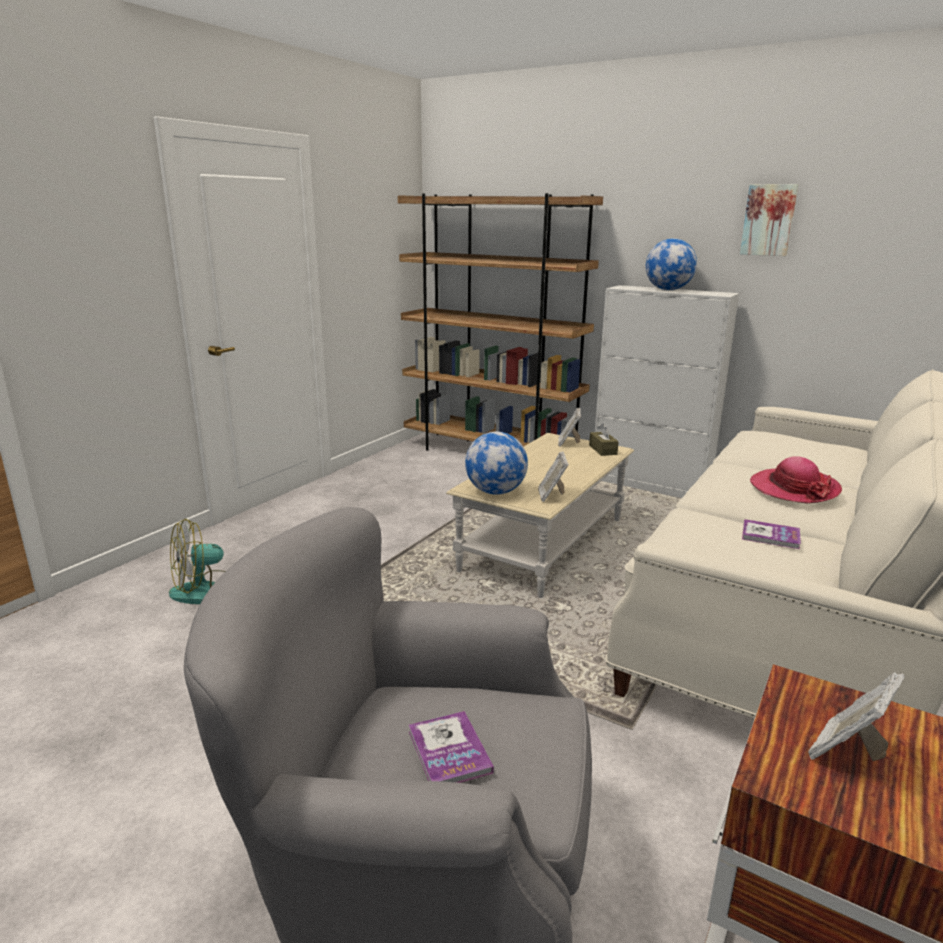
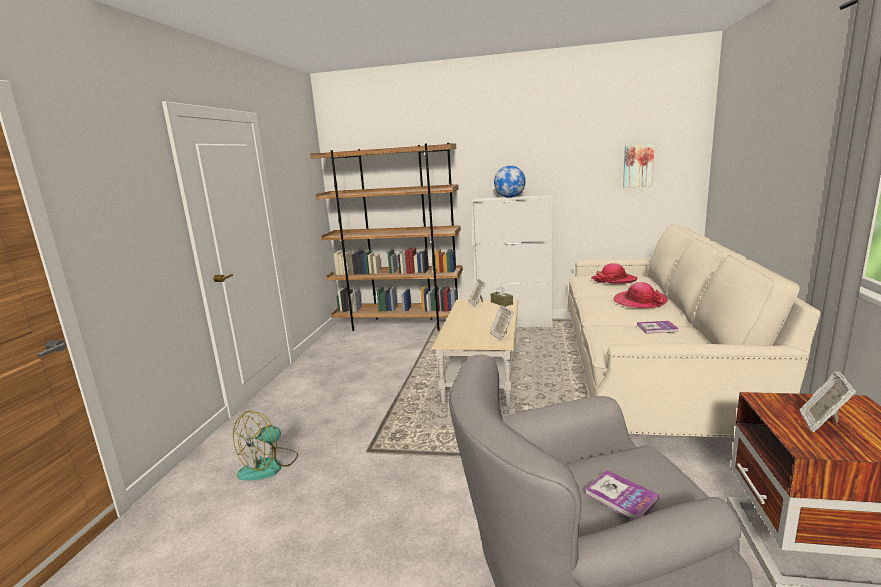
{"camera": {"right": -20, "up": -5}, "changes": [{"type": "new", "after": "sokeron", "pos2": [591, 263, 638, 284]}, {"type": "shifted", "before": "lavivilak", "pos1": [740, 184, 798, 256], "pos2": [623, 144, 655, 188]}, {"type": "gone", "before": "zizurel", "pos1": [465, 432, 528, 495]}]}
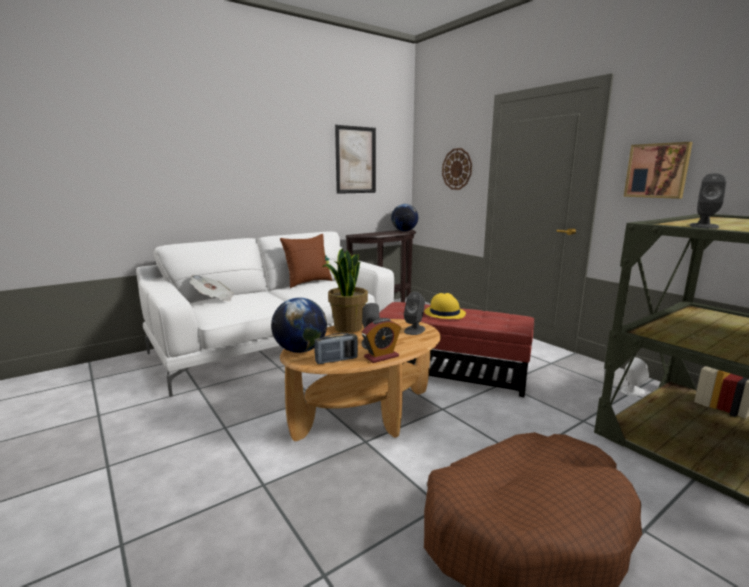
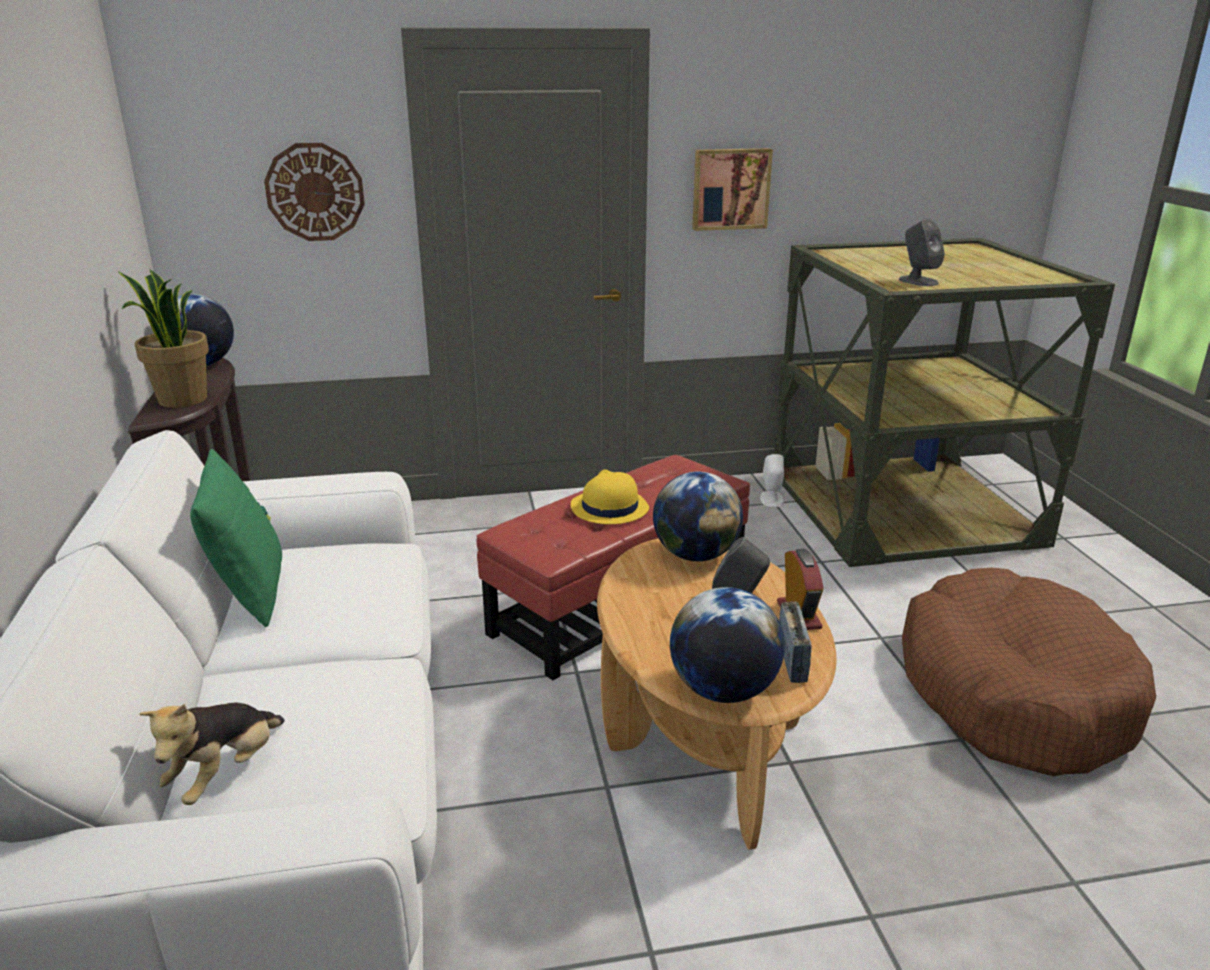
{"camera": {"right": -65, "up": 10}, "changes": [{"type": "shifted", "before": "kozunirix", "pos1": [322, 248, 368, 333], "pos2": [118, 270, 209, 408]}, {"type": "swapped", "before": "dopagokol", "after": "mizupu", "pos1": [190, 275, 234, 301], "pos2": [139, 702, 285, 805]}, {"type": "repainted", "before": "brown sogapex", "after": "green sogapex", "pos1": [280, 234, 332, 288], "pos2": [190, 449, 282, 627]}, {"type": "swapped", "before": "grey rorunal", "after": "zizurel", "pos1": [404, 292, 425, 335], "pos2": [653, 472, 743, 561]}, {"type": "gone", "before": "lavivilak", "pos1": [335, 125, 376, 194]}]}
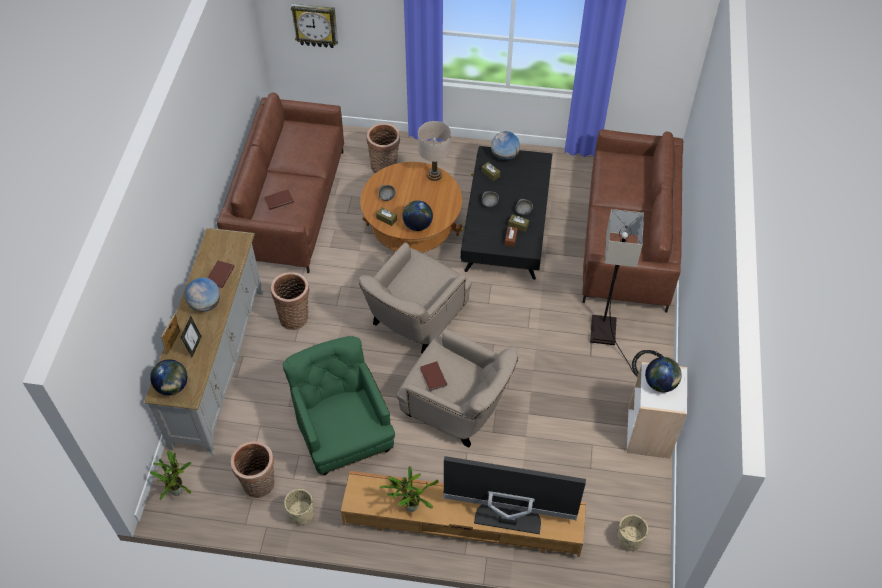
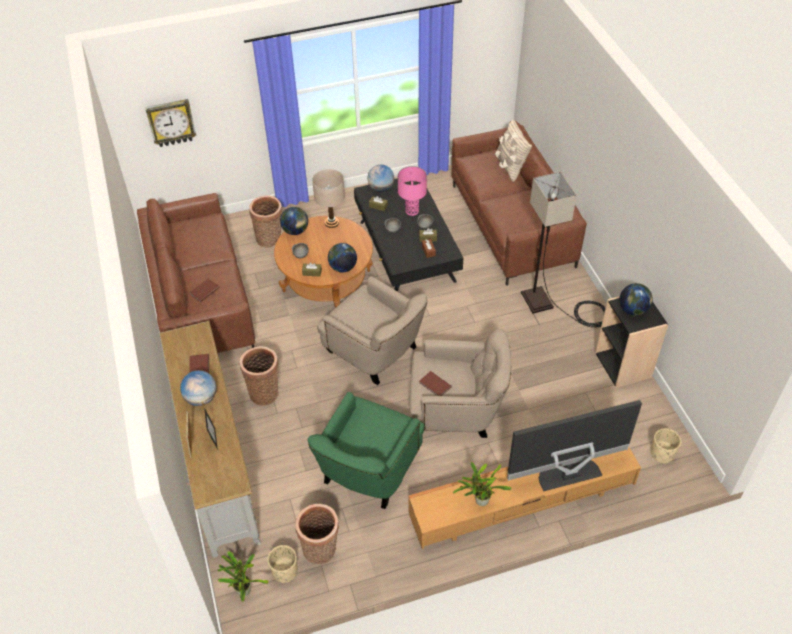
{"camera": {"right": -25, "up": -5}, "changes": [{"type": "shifted", "before": "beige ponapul", "pos1": [284, 489, 314, 525], "pos2": [268, 545, 298, 583]}, {"type": "shifted", "before": "zizurel", "pos1": [150, 359, 187, 395], "pos2": [280, 207, 308, 235]}, {"type": "rotated", "before": "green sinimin", "pos1": [283, 336, 395, 475], "pos2": [308, 392, 425, 509], "turn": -105}, {"type": "rotated", "before": "beige sinimin", "pos1": [359, 243, 472, 353], "pos2": [317, 276, 427, 385], "turn": -60}, {"type": "new", "after": "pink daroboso", "pos2": [398, 166, 427, 216]}, {"type": "new", "after": "beige sogapex", "pos2": [495, 120, 532, 182]}, {"type": "repainted", "before": "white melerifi", "after": "black melerifi", "pos1": [626, 362, 687, 459], "pos2": [595, 296, 668, 388]}]}
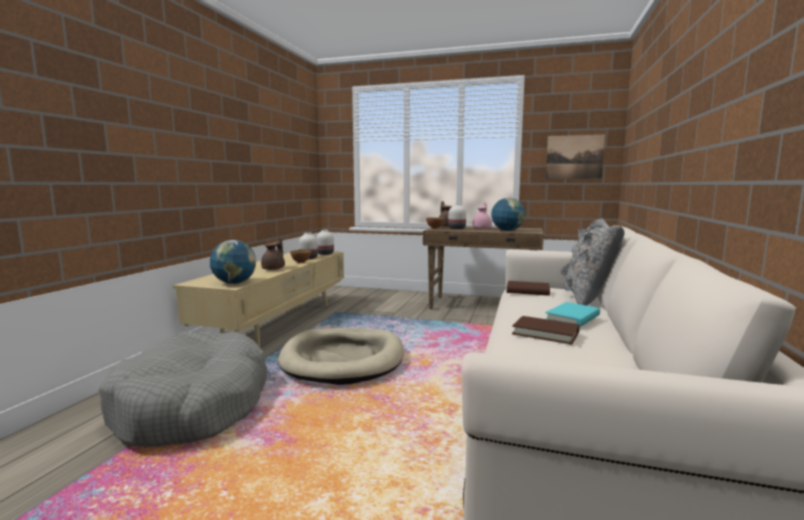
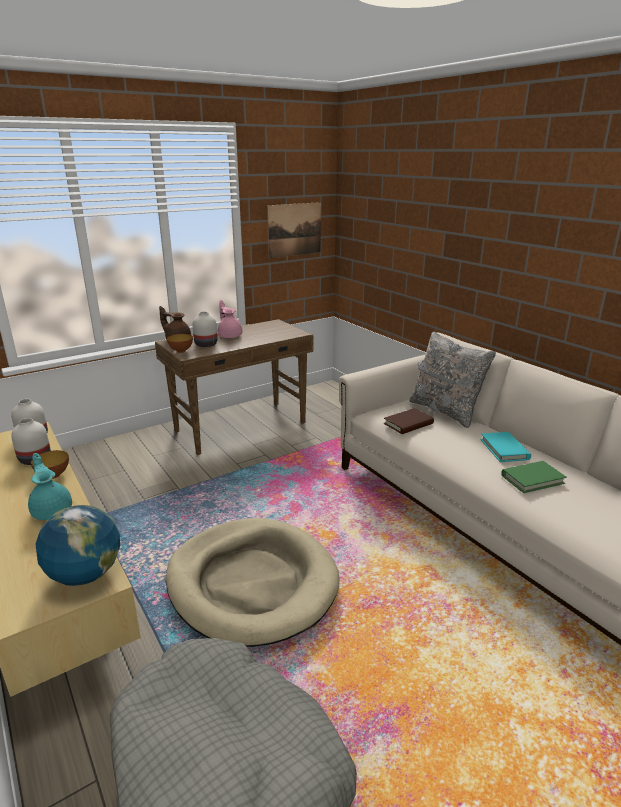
{"camera": {"right": -50, "up": 15}, "changes": [{"type": "repainted", "before": "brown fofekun", "after": "turquoise fofekun", "pos1": [261, 236, 285, 270], "pos2": [28, 453, 72, 520]}, {"type": "repainted", "before": "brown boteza", "after": "green boteza", "pos1": [512, 316, 580, 344], "pos2": [501, 461, 567, 493]}, {"type": "gone", "before": "zizurel", "pos1": [491, 198, 525, 231]}]}
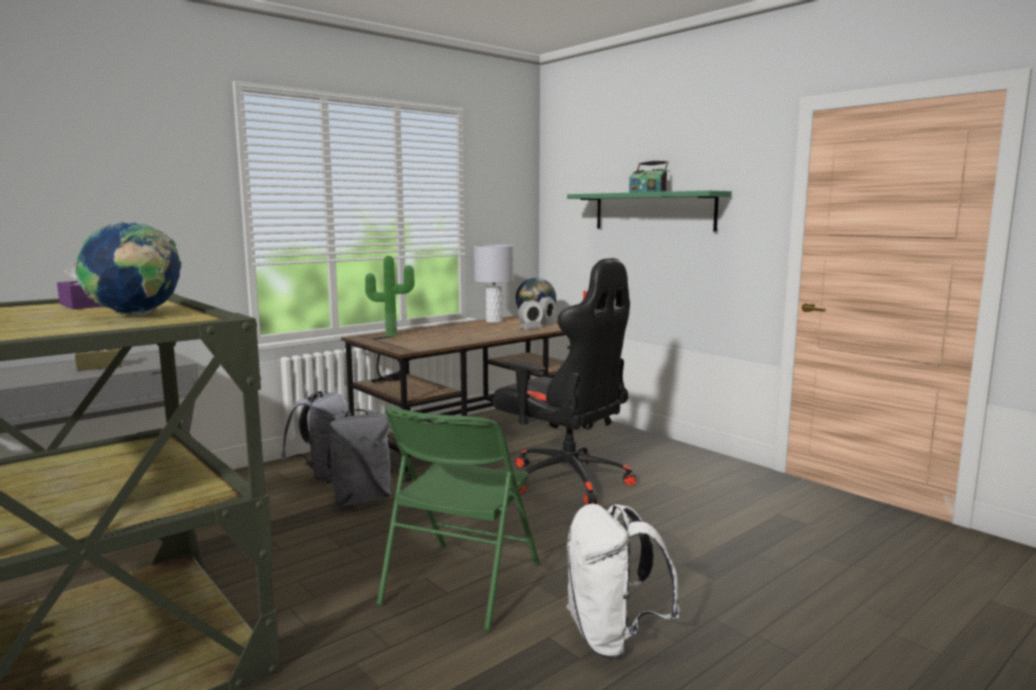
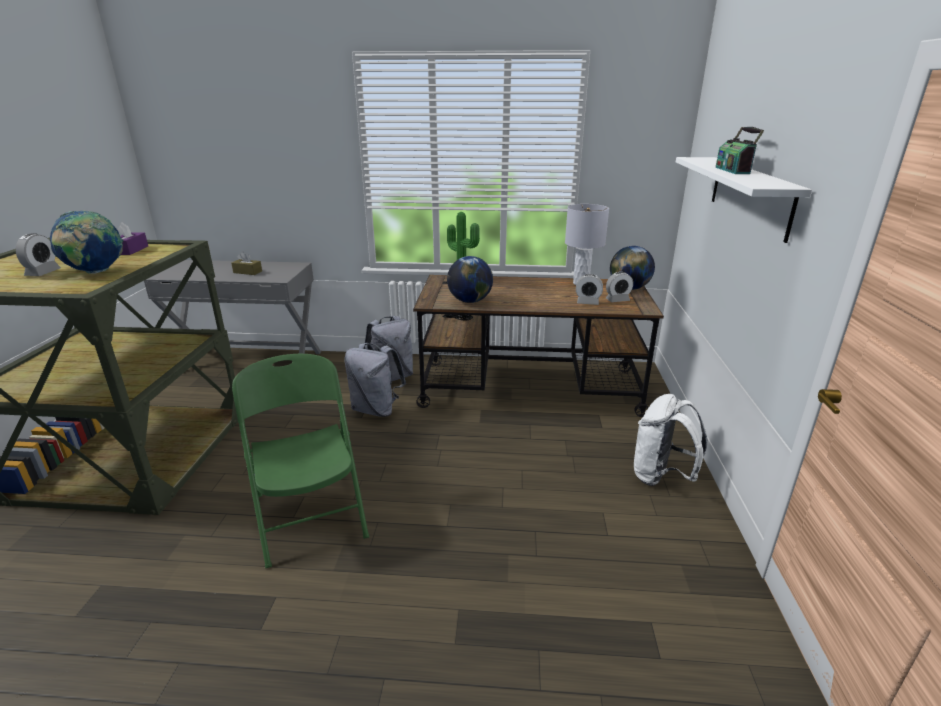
{"camera": {"right": 45, "up": 15}, "changes": [{"type": "new", "after": "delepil", "pos2": [16, 233, 61, 276]}, {"type": "rotated", "before": "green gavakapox", "pos1": [376, 407, 540, 632], "pos2": [232, 354, 369, 568], "turn": 90}, {"type": "new", "after": "zizurel", "pos2": [447, 256, 493, 303]}, {"type": "shifted", "before": "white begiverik", "pos1": [566, 504, 680, 659], "pos2": [634, 394, 708, 486]}, {"type": "repainted", "before": "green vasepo", "after": "white vasepo", "pos1": [567, 190, 732, 232], "pos2": [676, 157, 812, 243]}, {"type": "gone", "before": "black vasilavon", "pos1": [493, 258, 637, 505]}]}
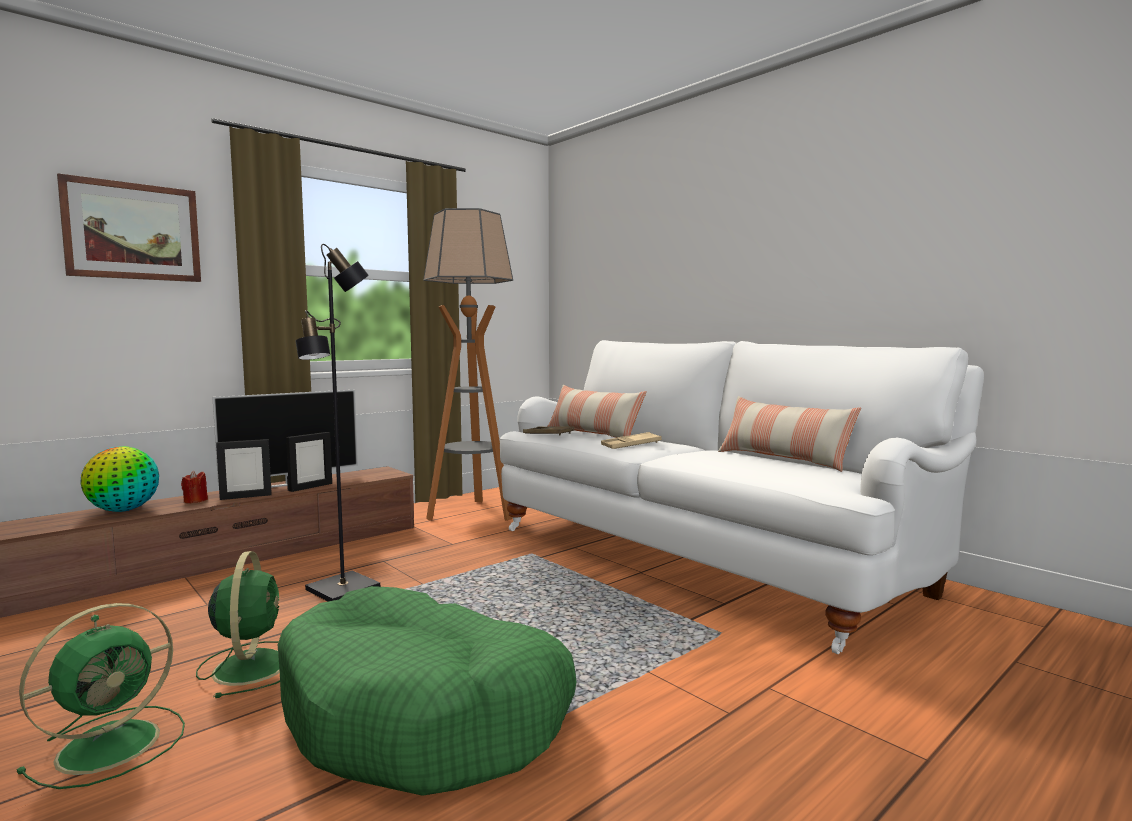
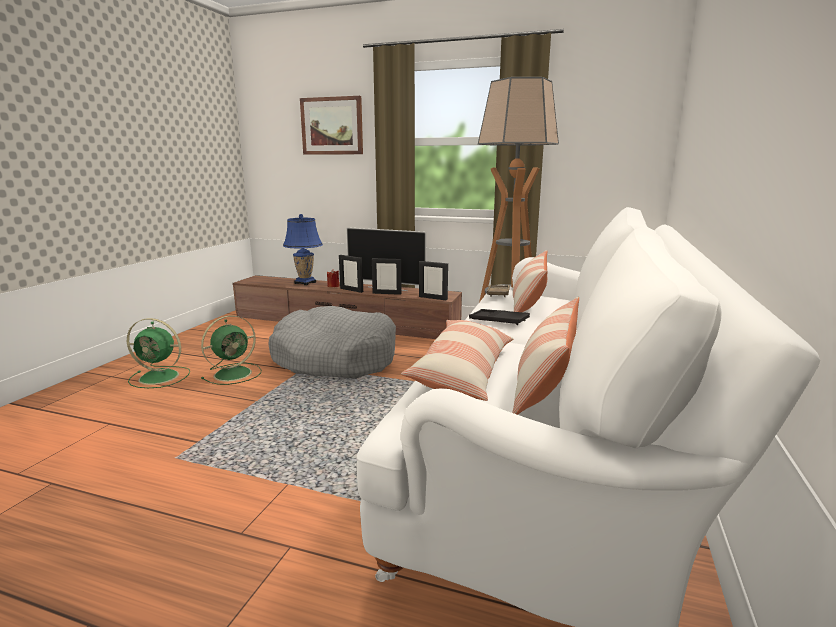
{"camera": {"right": 60, "up": 10}, "changes": [{"type": "swapped", "before": "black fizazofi", "after": "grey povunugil", "pos1": [296, 244, 380, 601], "pos2": [268, 306, 396, 378]}, {"type": "swapped", "before": "zizurel", "after": "blue daroboso", "pos1": [80, 446, 159, 512], "pos2": [283, 214, 323, 286]}, {"type": "new", "after": "sogapex", "pos2": [401, 320, 513, 401]}, {"type": "new", "after": "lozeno", "pos2": [419, 261, 448, 300]}, {"type": "repainted", "before": "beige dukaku", "after": "black dukaku", "pos1": [601, 432, 662, 449], "pos2": [469, 309, 530, 325]}, {"type": "gone", "before": "green povunugil", "pos1": [278, 586, 577, 796]}]}
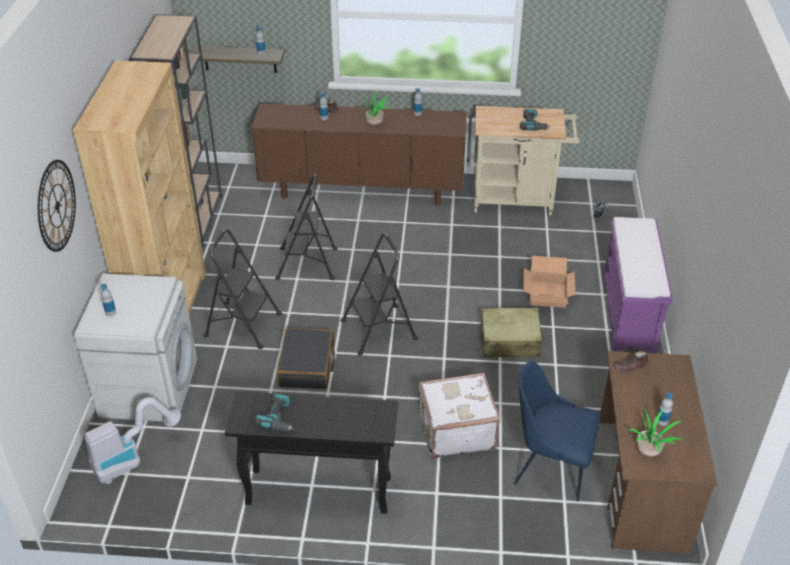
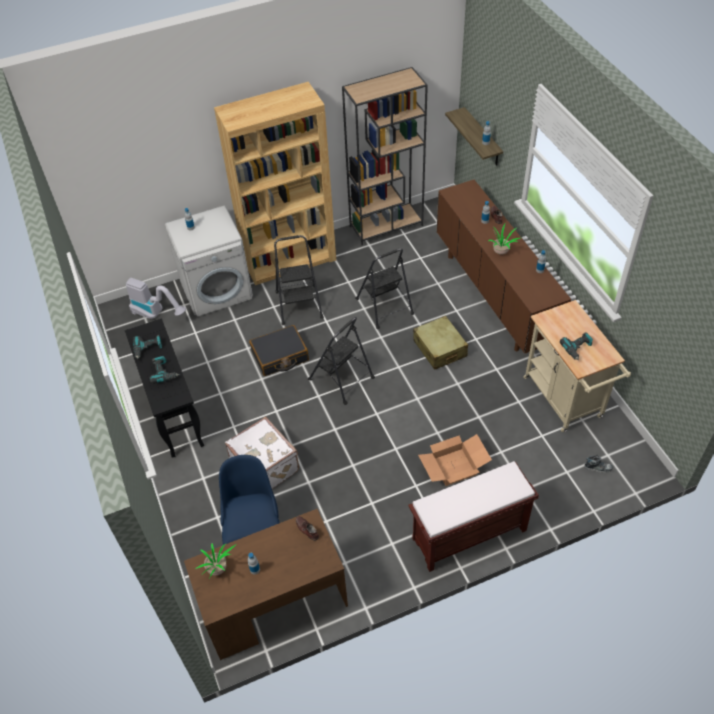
{"camera": {"right": 65, "up": 10}, "changes": [{"type": "new", "after": "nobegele", "pos2": [150, 356, 180, 384]}, {"type": "repainted", "before": "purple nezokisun", "after": "brown nezokisun", "pos1": [603, 217, 673, 353], "pos2": [408, 461, 539, 572]}, {"type": "shifted", "before": "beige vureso", "pos1": [481, 308, 544, 357], "pos2": [413, 316, 468, 370]}, {"type": "gone", "before": "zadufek", "pos1": [38, 160, 76, 252]}]}
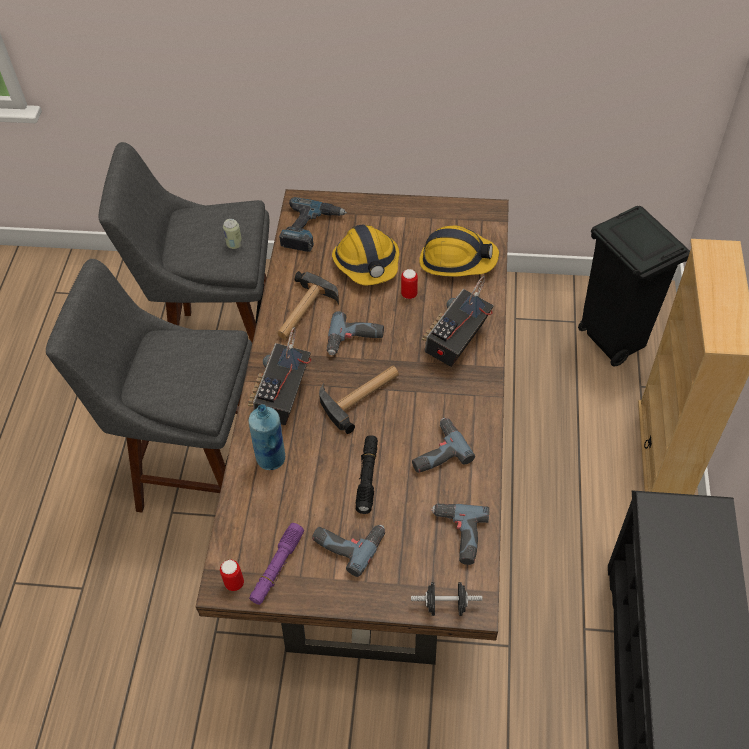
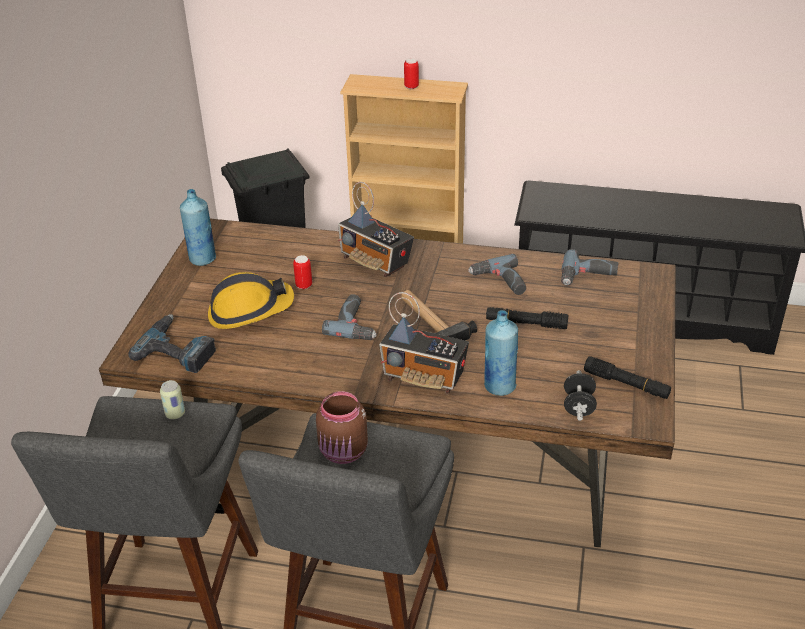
{"camera": {"right": -85, "up": -15}, "changes": [{"type": "new", "after": "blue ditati", "pos2": [180, 189, 216, 266]}, {"type": "new", "after": "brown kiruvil", "pos2": [316, 391, 368, 464]}, {"type": "shifted", "before": "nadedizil", "pos1": [220, 560, 244, 591], "pos2": [404, 58, 419, 89]}, {"type": "shifted", "before": "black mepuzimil", "pos1": [411, 582, 483, 616], "pos2": [564, 370, 597, 421]}, {"type": "repainted", "before": "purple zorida", "after": "black zorida", "pos1": [249, 523, 304, 605], "pos2": [584, 356, 671, 399]}, {"type": "gone", "before": "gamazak", "pos1": [277, 271, 339, 340]}, {"type": "gone", "before": "nobegele", "pos1": [312, 525, 385, 577]}, {"type": "gone", "before": "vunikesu", "pos1": [420, 225, 499, 277]}]}
